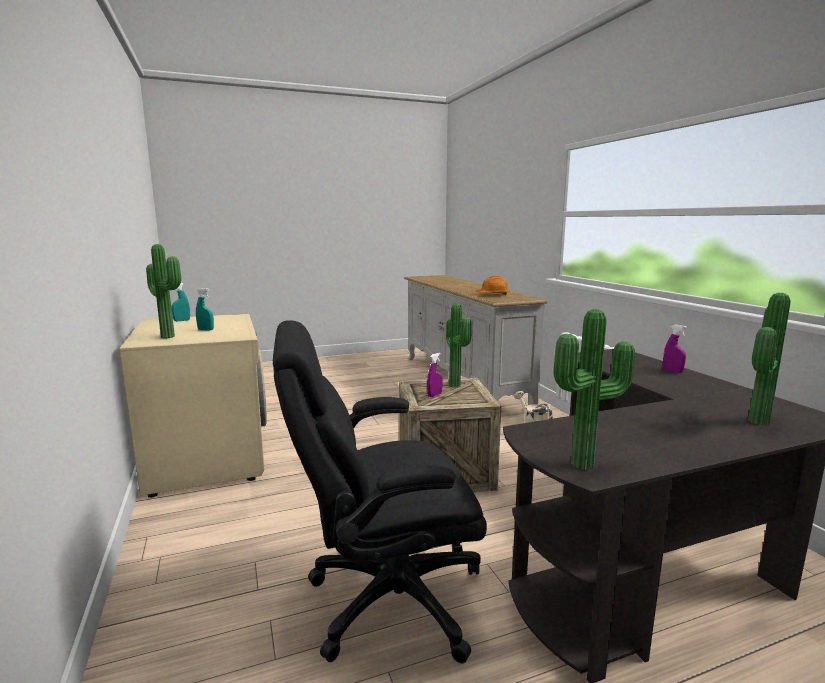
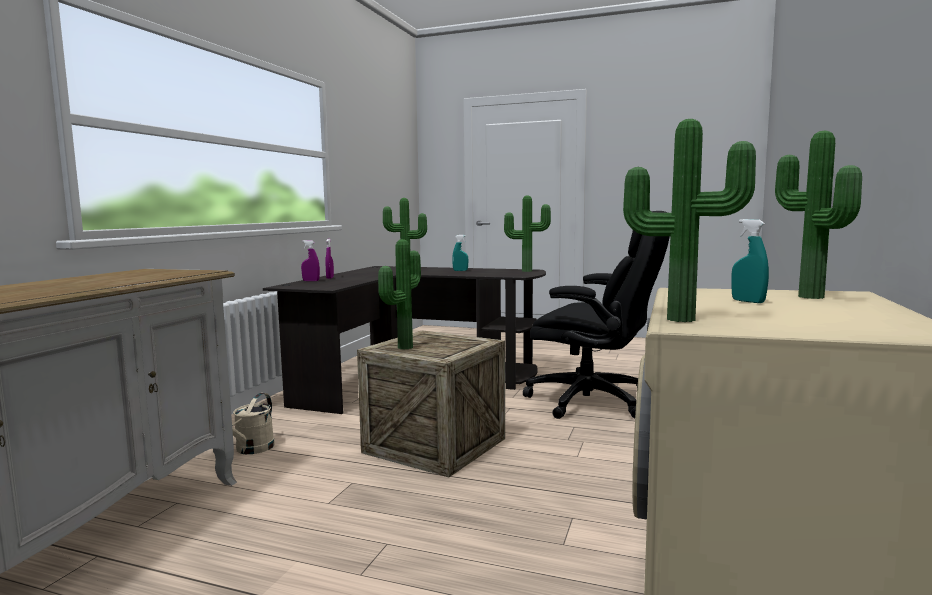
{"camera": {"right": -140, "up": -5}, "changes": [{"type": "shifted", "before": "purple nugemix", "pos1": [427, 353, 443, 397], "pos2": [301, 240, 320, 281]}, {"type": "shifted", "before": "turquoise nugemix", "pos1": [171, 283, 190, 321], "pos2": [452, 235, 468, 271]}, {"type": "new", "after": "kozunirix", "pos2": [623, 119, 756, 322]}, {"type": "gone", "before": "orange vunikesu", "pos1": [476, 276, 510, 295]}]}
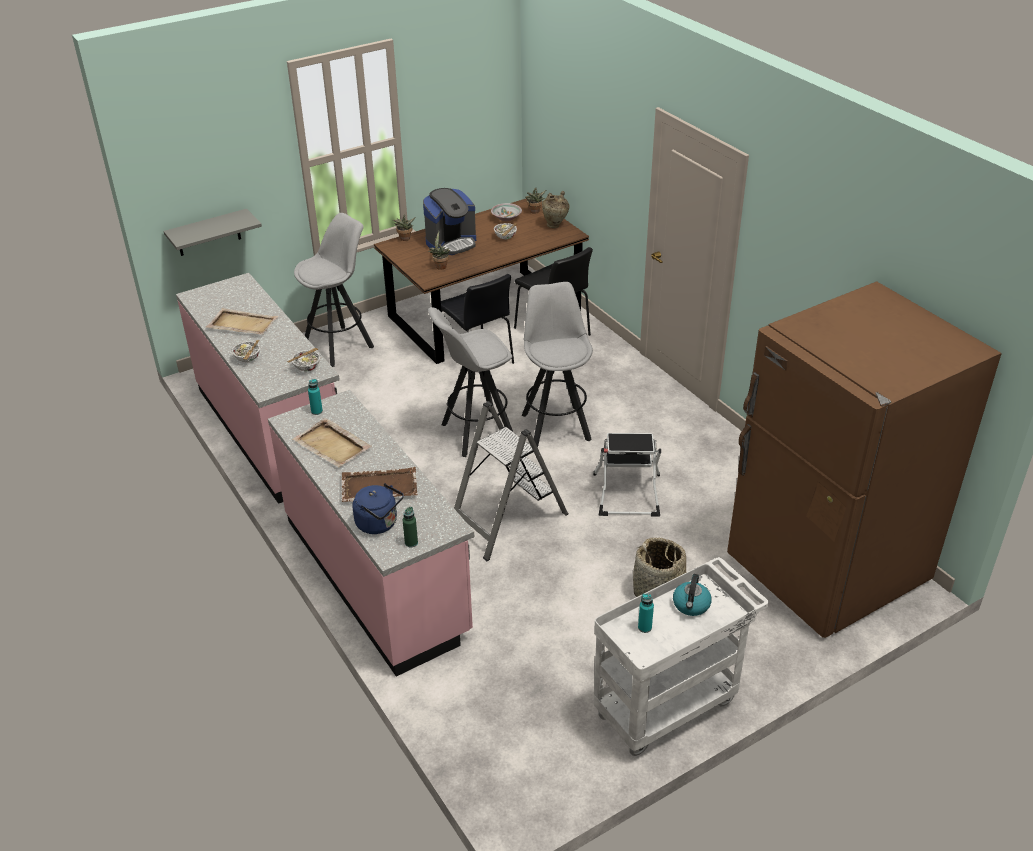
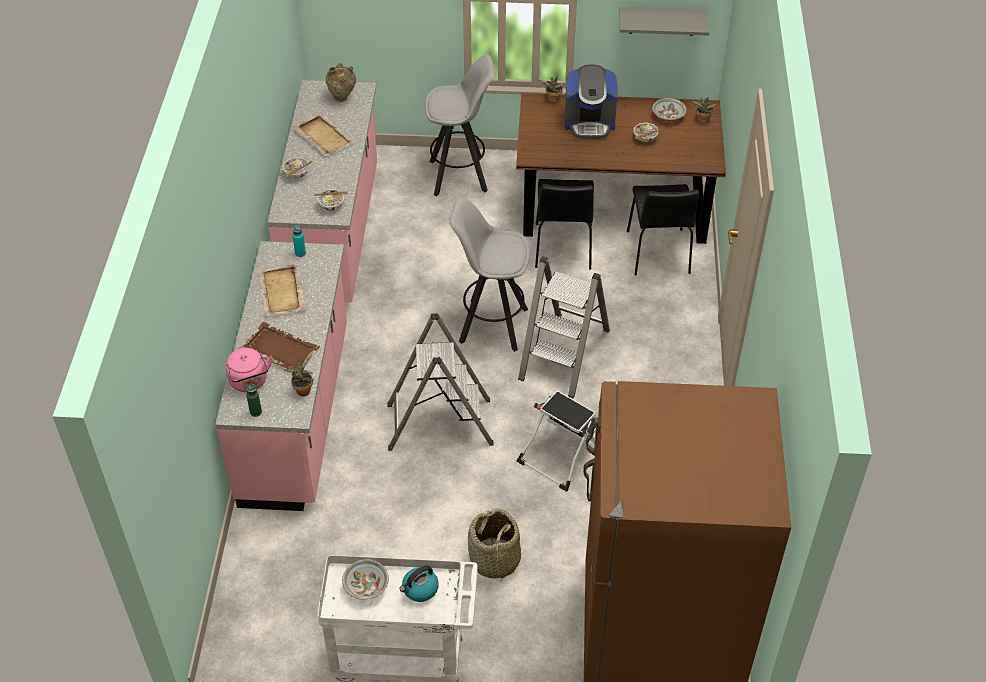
{"camera": {"right": 35, "up": 10}, "changes": [{"type": "repainted", "before": "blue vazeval", "after": "pink vazeval", "pos1": [352, 483, 404, 534], "pos2": [226, 348, 272, 392]}, {"type": "shifted", "before": "kozunirix", "pos1": [428, 231, 450, 270], "pos2": [284, 350, 314, 396]}, {"type": "shifted", "before": "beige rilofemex", "pos1": [542, 191, 570, 228], "pos2": [326, 63, 356, 102]}, {"type": "swapped", "before": "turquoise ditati", "after": "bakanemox", "pos1": [638, 594, 654, 633], "pos2": [342, 559, 389, 600]}, {"type": "swapped", "before": "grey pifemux", "after": "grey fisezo", "pos1": [521, 282, 593, 447], "pos2": [518, 256, 610, 398]}, {"type": "shifted", "before": "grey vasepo", "pos1": [163, 209, 262, 256], "pos2": [620, 7, 710, 36]}]}
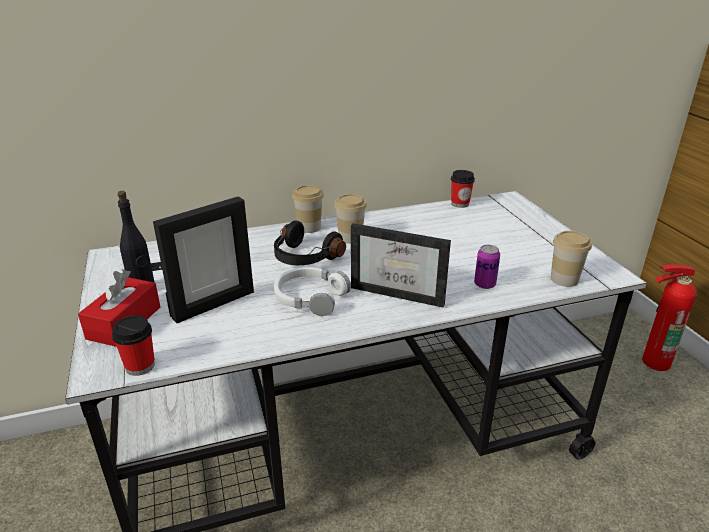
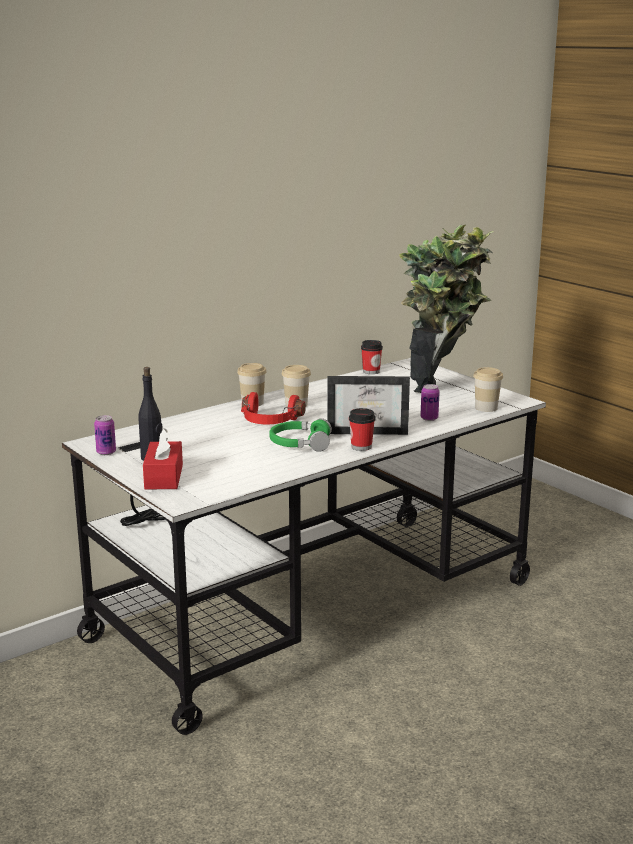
{"camera": {"right": -20, "up": -10}, "changes": [{"type": "new", "after": "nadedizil", "pos2": [94, 415, 116, 455]}, {"type": "repainted", "before": "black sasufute", "after": "red sasufute", "pos1": [274, 220, 346, 265], "pos2": [241, 392, 306, 425]}, {"type": "repainted", "before": "white sasufute", "after": "green sasufute", "pos1": [274, 267, 351, 316], "pos2": [269, 418, 332, 452]}, {"type": "shifted", "before": "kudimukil", "pos1": [112, 315, 155, 376], "pos2": [349, 408, 375, 451]}, {"type": "new", "after": "kozunirix", "pos2": [399, 224, 494, 393]}, {"type": "gone", "before": "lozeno", "pos1": [153, 196, 254, 323]}, {"type": "gone", "before": "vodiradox", "pos1": [642, 264, 697, 371]}]}
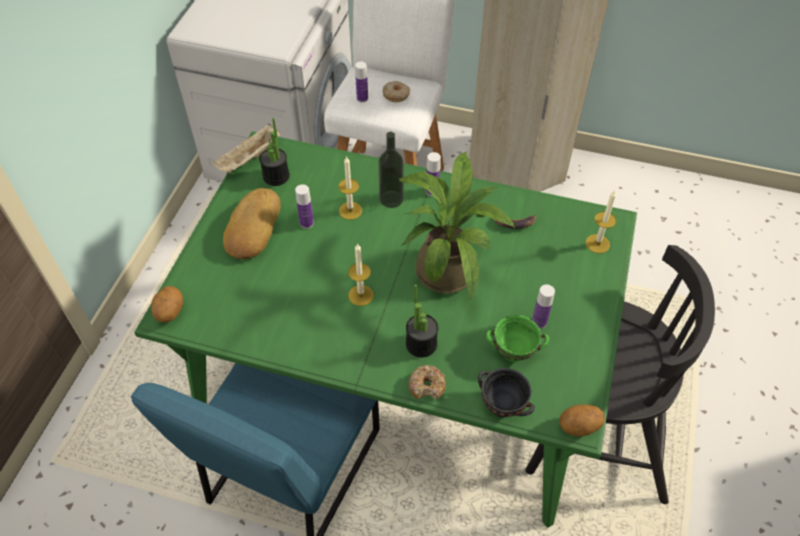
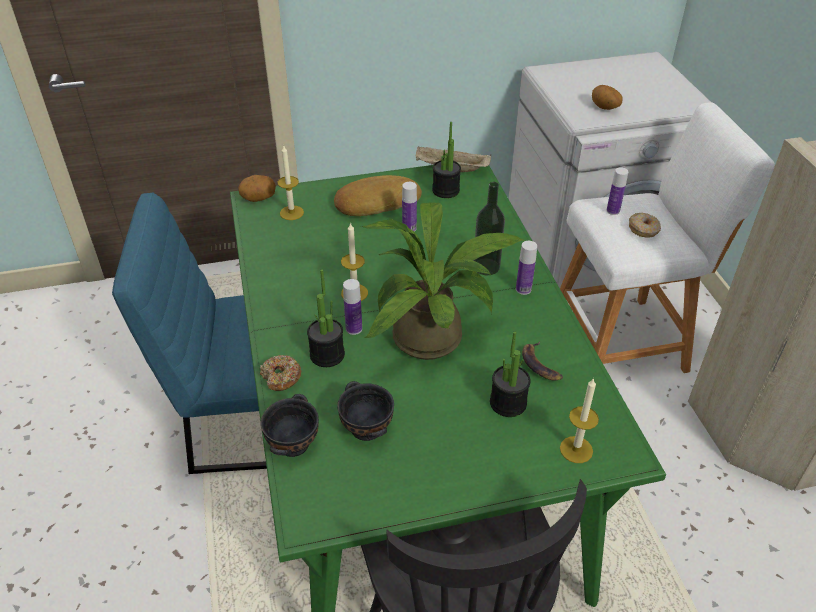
{"camera": {"right": 60, "up": -10}, "changes": [{"type": "shifted", "before": "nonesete", "pos1": [338, 156, 362, 220], "pos2": [278, 146, 304, 220]}, {"type": "repainted", "before": "green bakanemox", "after": "black bakanemox", "pos1": [486, 315, 549, 362], "pos2": [337, 381, 394, 441]}, {"type": "shifted", "before": "ditati", "pos1": [532, 284, 555, 329], "pos2": [343, 279, 362, 335]}, {"type": "new", "after": "kozunirix", "pos2": [490, 331, 531, 417]}, {"type": "shifted", "before": "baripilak", "pos1": [559, 405, 605, 437], "pos2": [592, 85, 622, 110]}]}
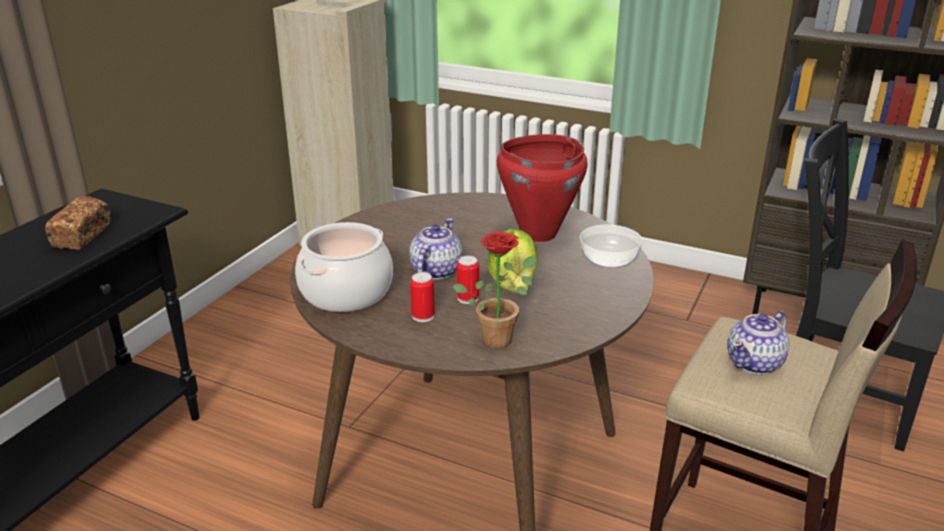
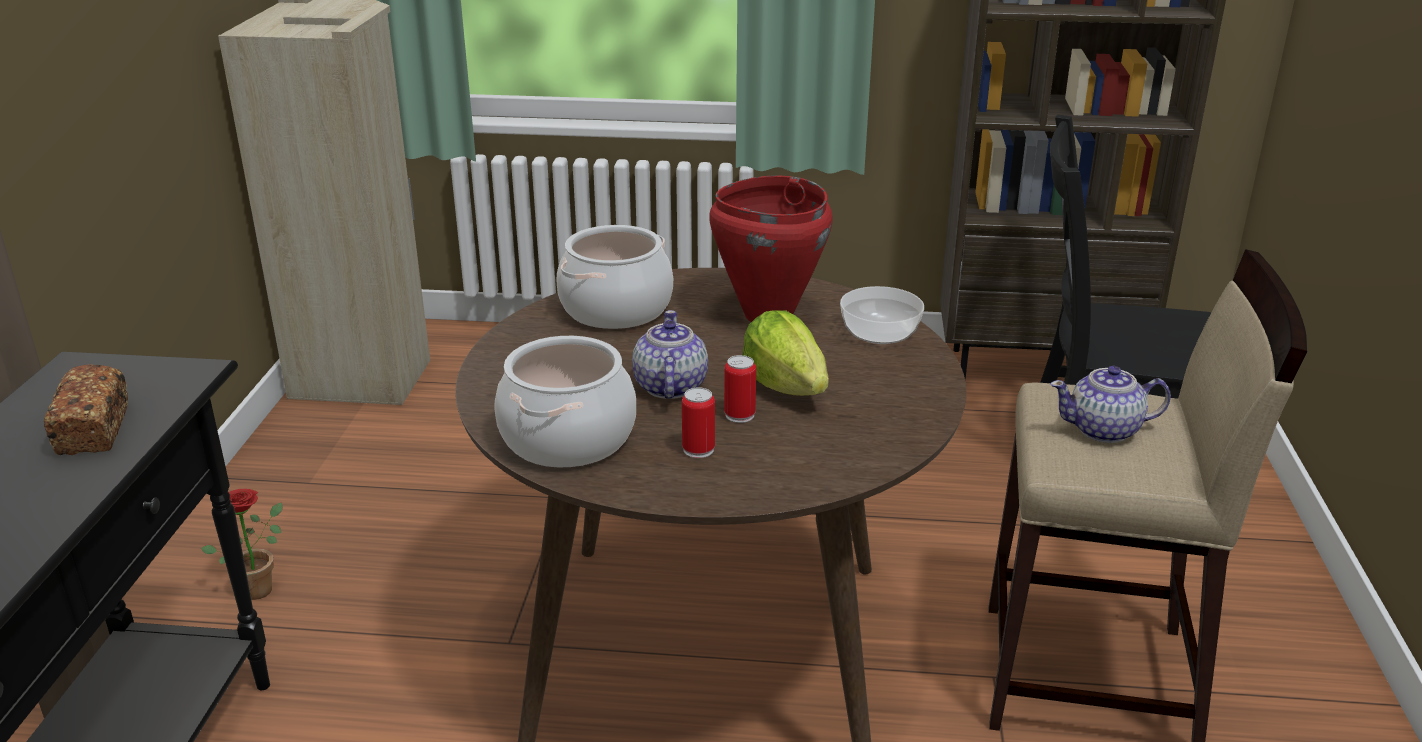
{"camera": {"right": -20, "up": 0}, "changes": [{"type": "shifted", "before": "kozunirix", "pos1": [453, 232, 536, 349], "pos2": [201, 489, 283, 600]}, {"type": "new", "after": "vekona", "pos2": [557, 225, 673, 329]}, {"type": "rotated", "before": "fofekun", "pos1": [727, 311, 790, 374], "pos2": [1050, 366, 1171, 443], "turn": 60}]}
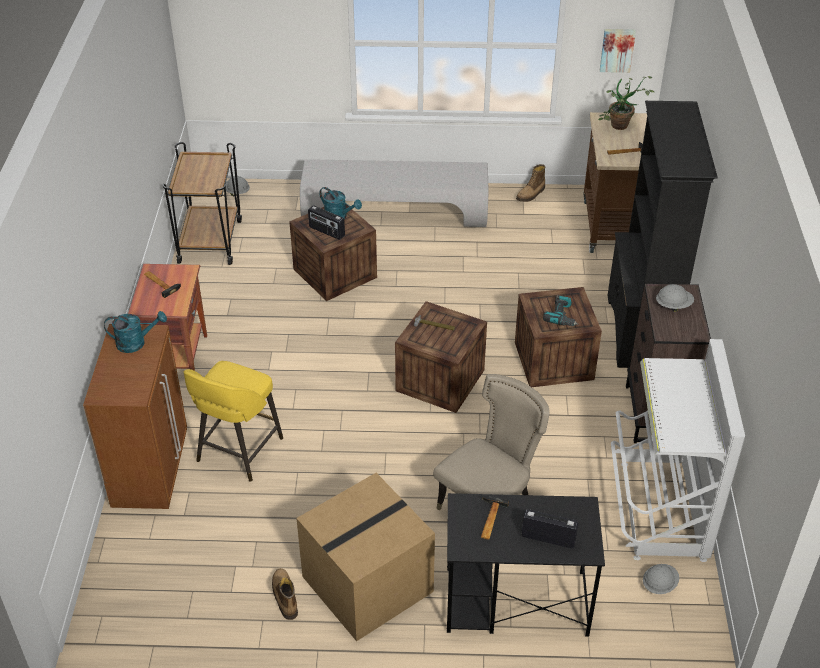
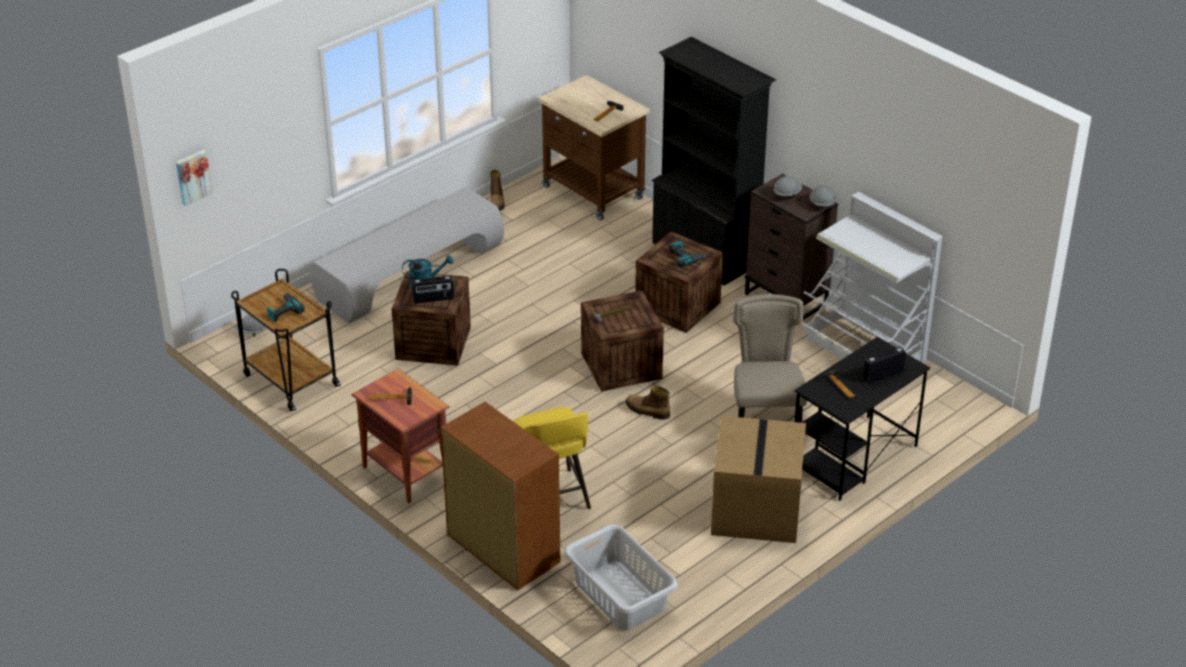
{"camera": {"right": -45, "up": -5}, "changes": [{"type": "shifted", "before": "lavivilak", "pos1": [600, 29, 636, 73], "pos2": [176, 150, 213, 206]}, {"type": "new", "after": "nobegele", "pos2": [266, 293, 305, 322]}, {"type": "new", "after": "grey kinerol", "pos2": [564, 524, 678, 630]}, {"type": "shifted", "before": "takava", "pos1": [272, 568, 298, 620], "pos2": [625, 386, 670, 420]}, {"type": "shifted", "before": "grey vunikesu", "pos1": [643, 564, 679, 594], "pos2": [810, 185, 836, 207]}, {"type": "gone", "before": "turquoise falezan", "pos1": [104, 311, 167, 353]}, {"type": "gone", "before": "kozunirix", "pos1": [599, 76, 654, 130]}]}
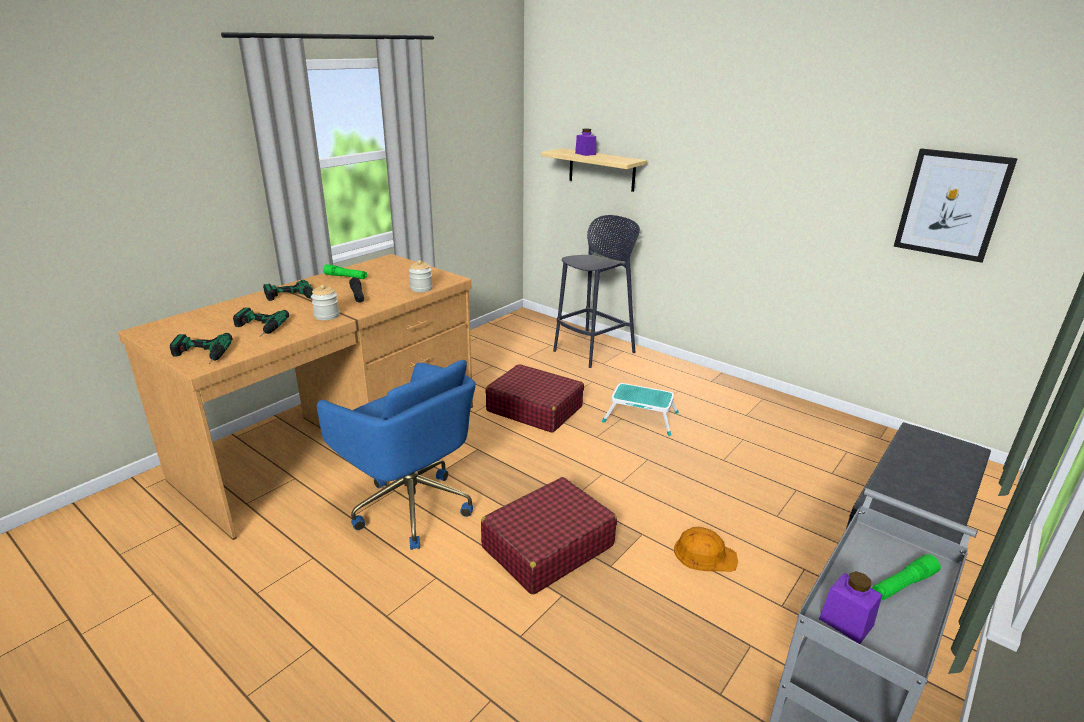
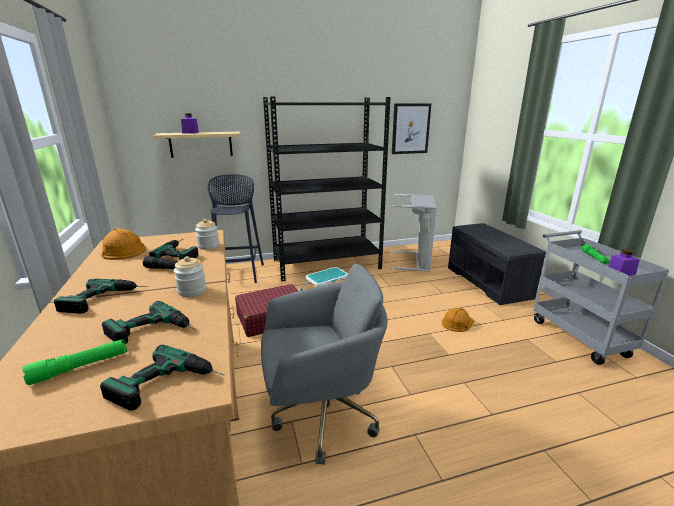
{"camera": {"right": -55, "up": -5}, "changes": [{"type": "shifted", "before": "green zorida", "pos1": [323, 264, 367, 279], "pos2": [23, 339, 127, 385]}, {"type": "new", "after": "orange vunikesu", "pos2": [101, 228, 146, 260]}, {"type": "new", "after": "nobegele", "pos2": [149, 239, 198, 260]}, {"type": "repainted", "before": "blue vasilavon", "after": "grey vasilavon", "pos1": [317, 360, 476, 550], "pos2": [261, 264, 387, 465]}, {"type": "new", "after": "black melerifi", "pos2": [263, 97, 390, 281]}, {"type": "new", "after": "grey kinerol", "pos2": [389, 194, 437, 272]}, {"type": "gone", "before": "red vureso", "pos1": [481, 477, 617, 595]}]}
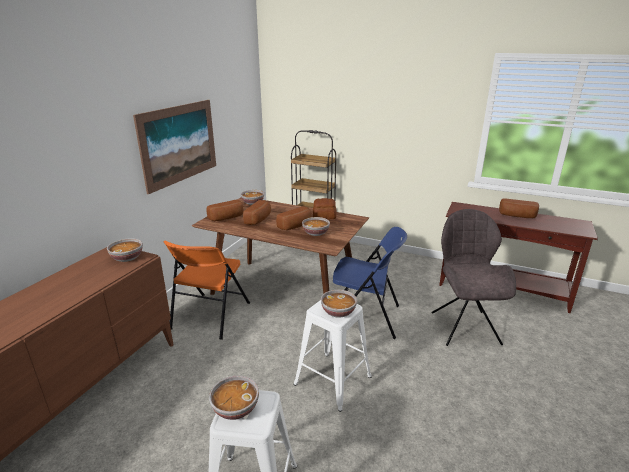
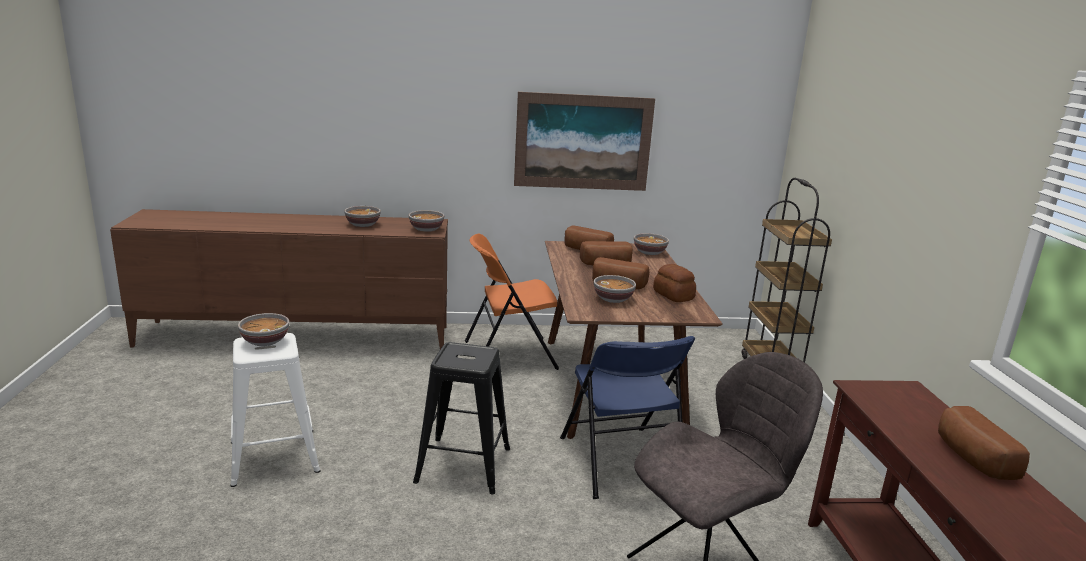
{"camera": {"right": 60, "up": -5}, "changes": [{"type": "shifted", "before": "bakanemox", "pos1": [321, 290, 357, 318], "pos2": [344, 206, 381, 227]}, {"type": "repainted", "before": "white pifemux", "after": "black pifemux", "pos1": [293, 300, 372, 412], "pos2": [413, 342, 510, 495]}]}
